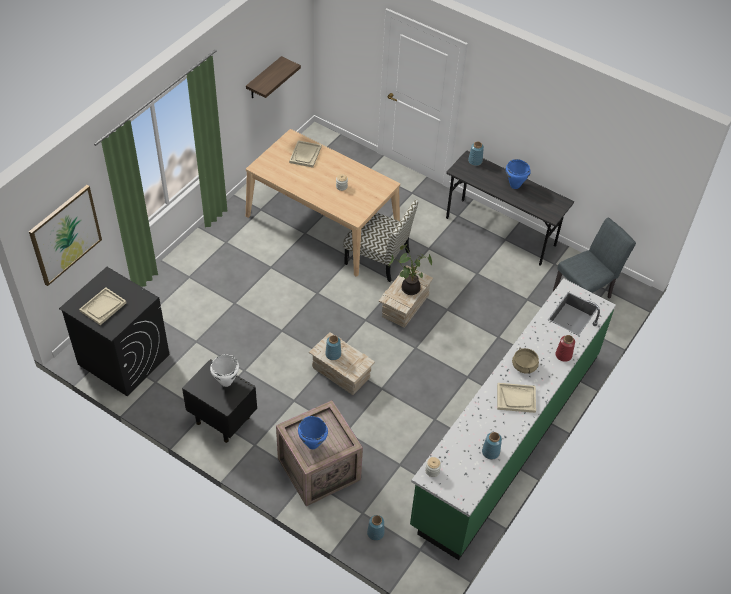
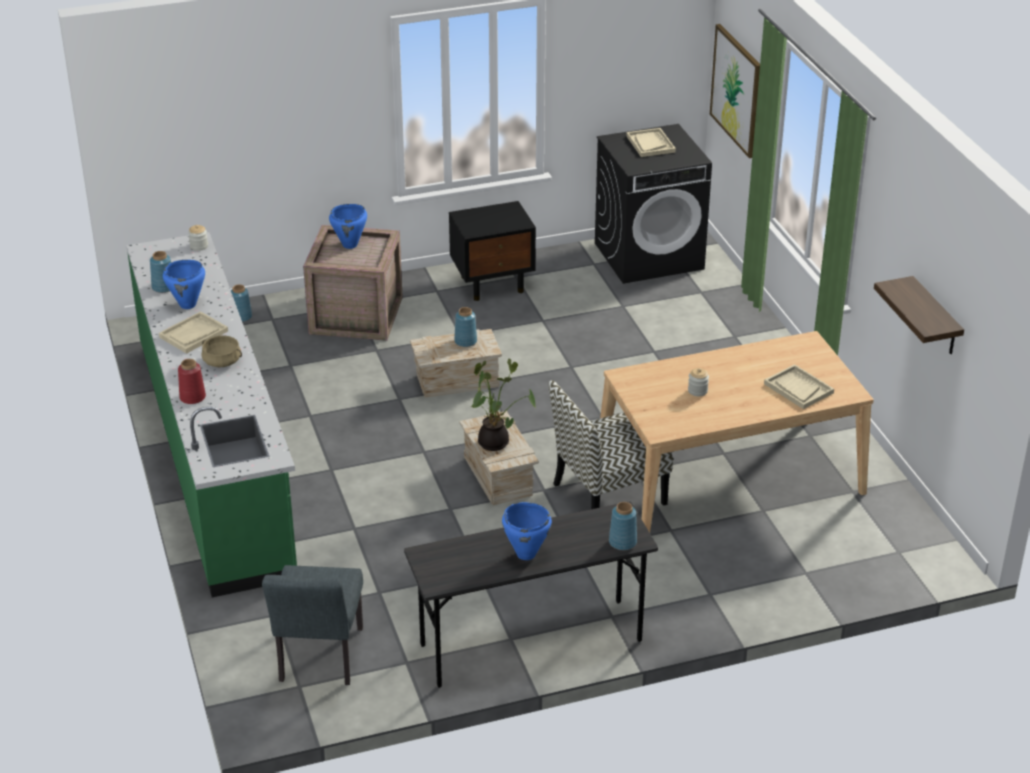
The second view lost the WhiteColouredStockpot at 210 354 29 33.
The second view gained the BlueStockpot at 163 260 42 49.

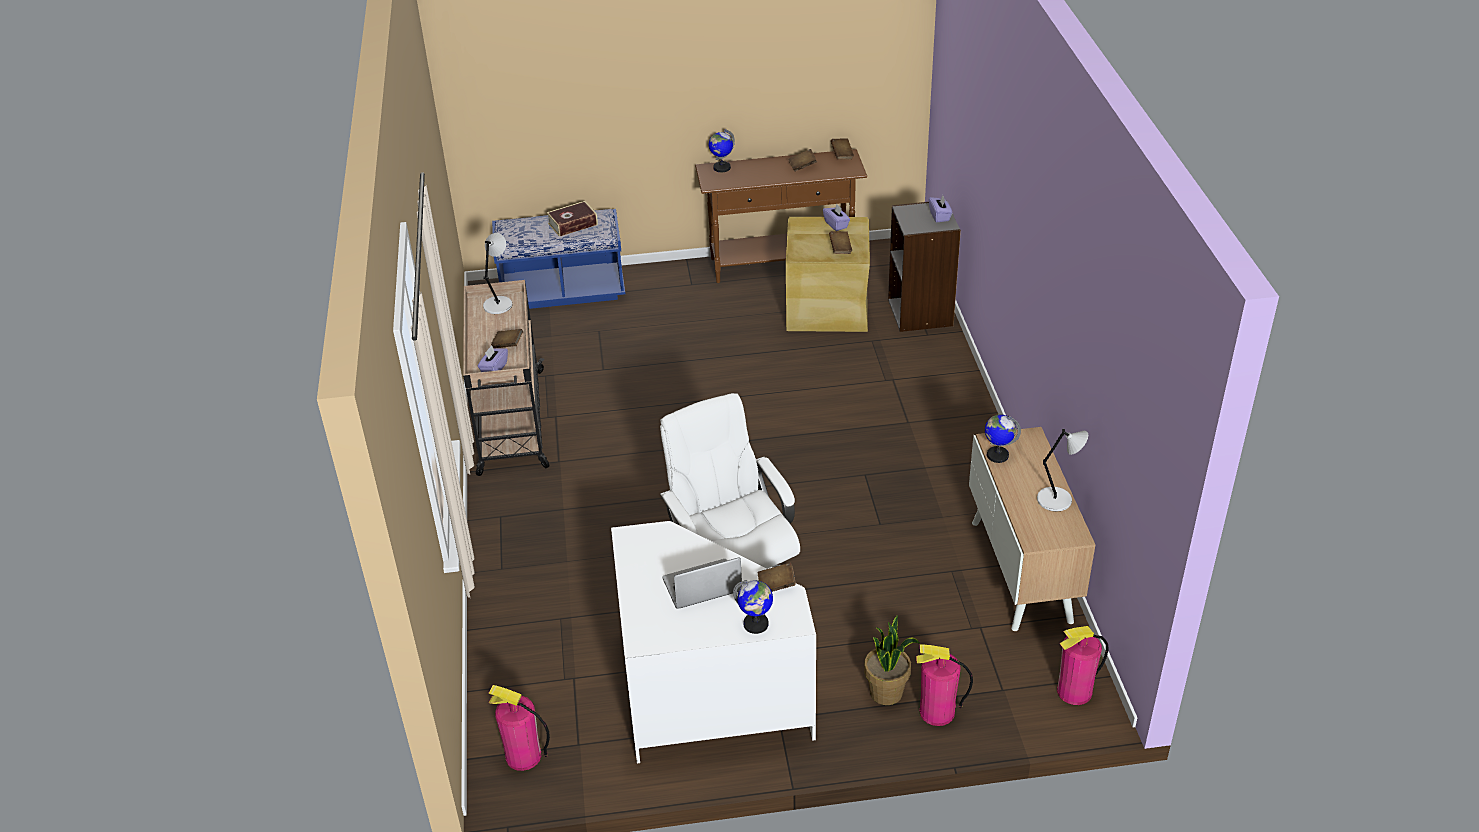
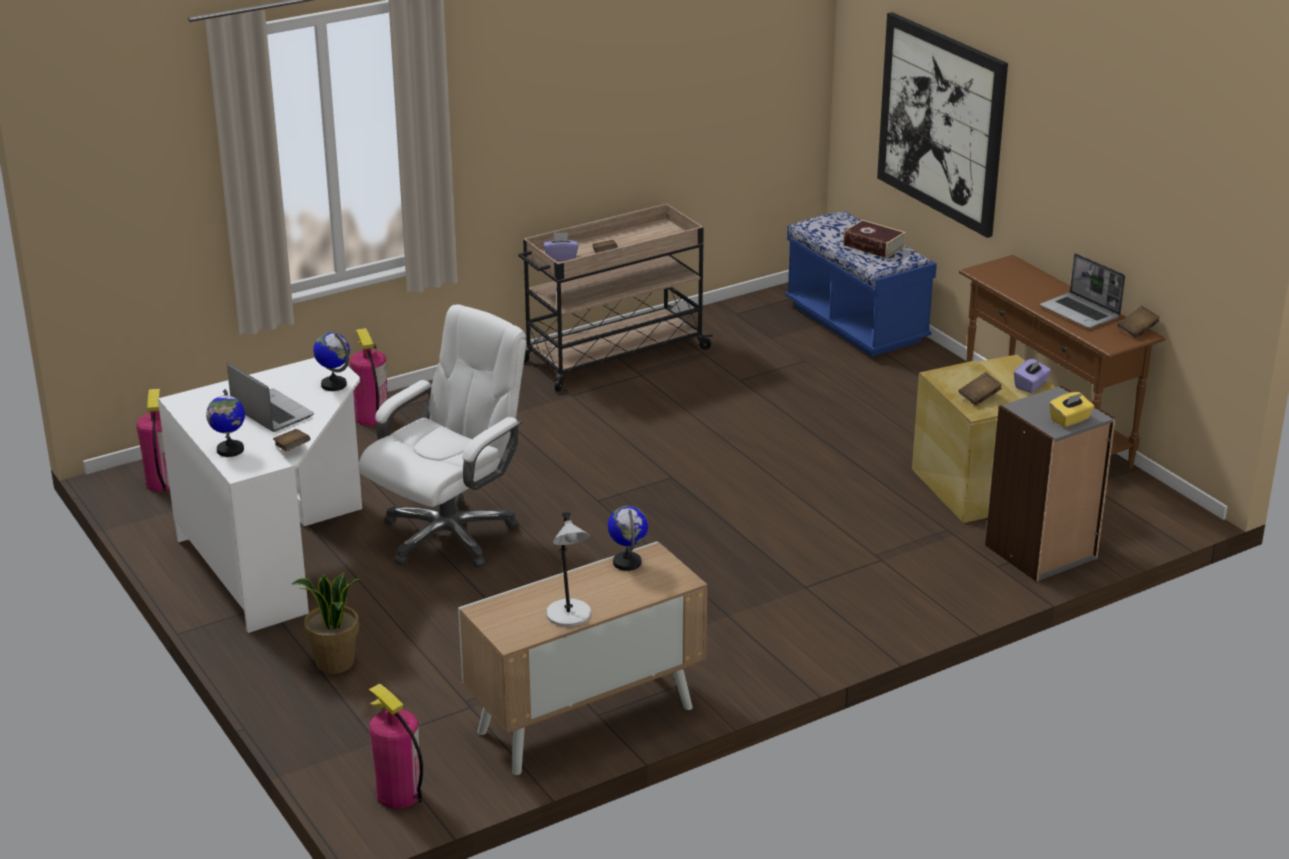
The second view lost the GreyishLampForATable at 483 233 29 81.
The WorldGlobe ended up elsewhere, having gone from 709 129 26 43 to 313 332 37 59.
Where the BrownishBook stood at 788 149 29 23, the Laptop came to stand at 1040 253 85 75.
The FireFightingCylinder ended up elsewhere, having gone from 916 645 57 81 to 349 328 39 98.
What was the PurpleTissueHolder at 929 195 23 27 turned into the YellowishTissueHolder at 1049 392 45 36.
The second view gained the WallPicture at 877 12 131 226.

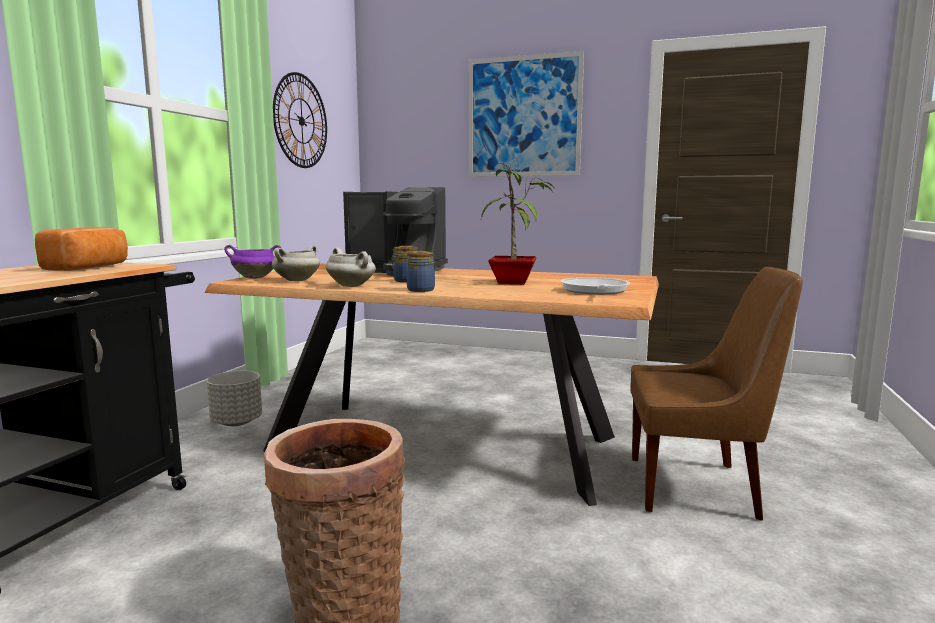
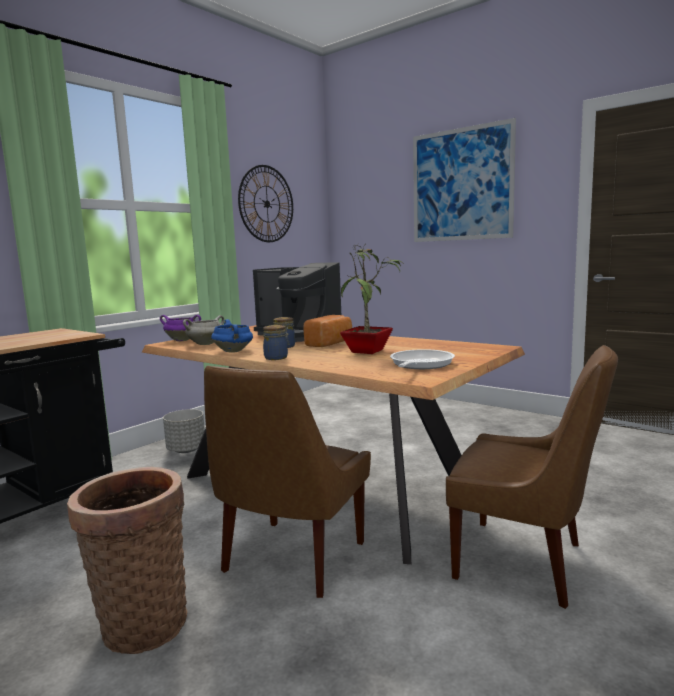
The Bread ended up elsewhere, having gone from 35 227 93 44 to 304 315 48 32.
What was the WhiteColouredStockpot at 326 248 50 39 turned into the BlueStockpot at 211 319 42 34.
The second view gained the BrownishChair at 204 366 167 232.

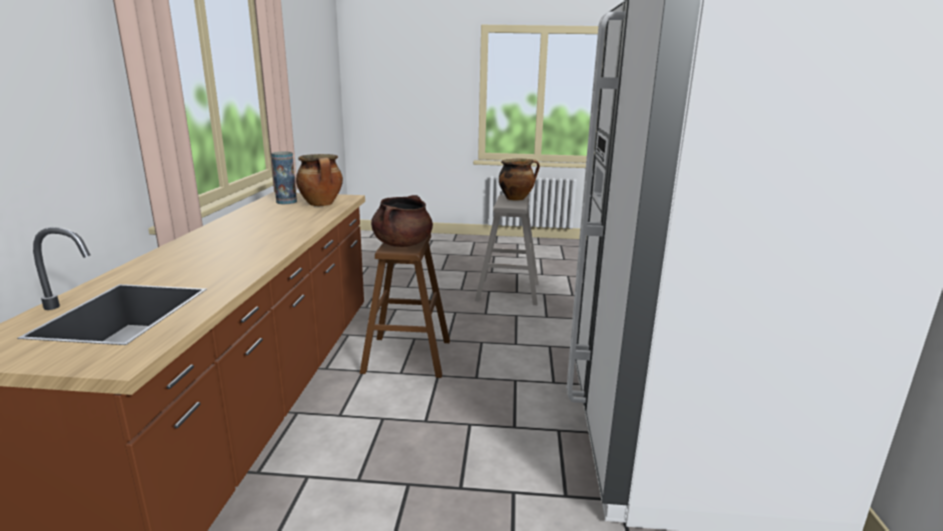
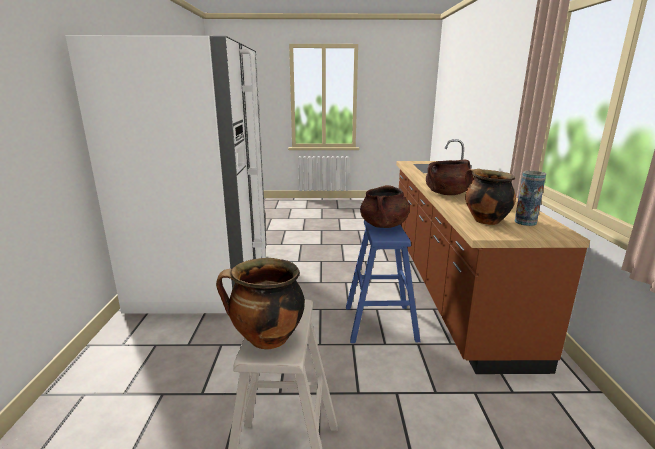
What was the BrownishStoolSeat at 360 233 90 145 turned into the BlueStoolSeat at 346 220 74 123.
The second view gained the BrownishStockpot at 426 160 47 35.

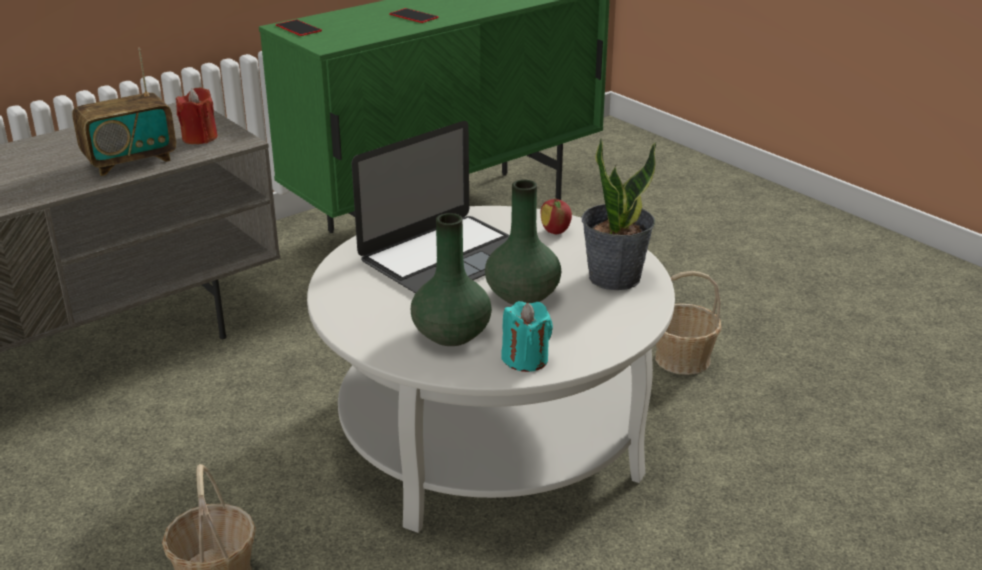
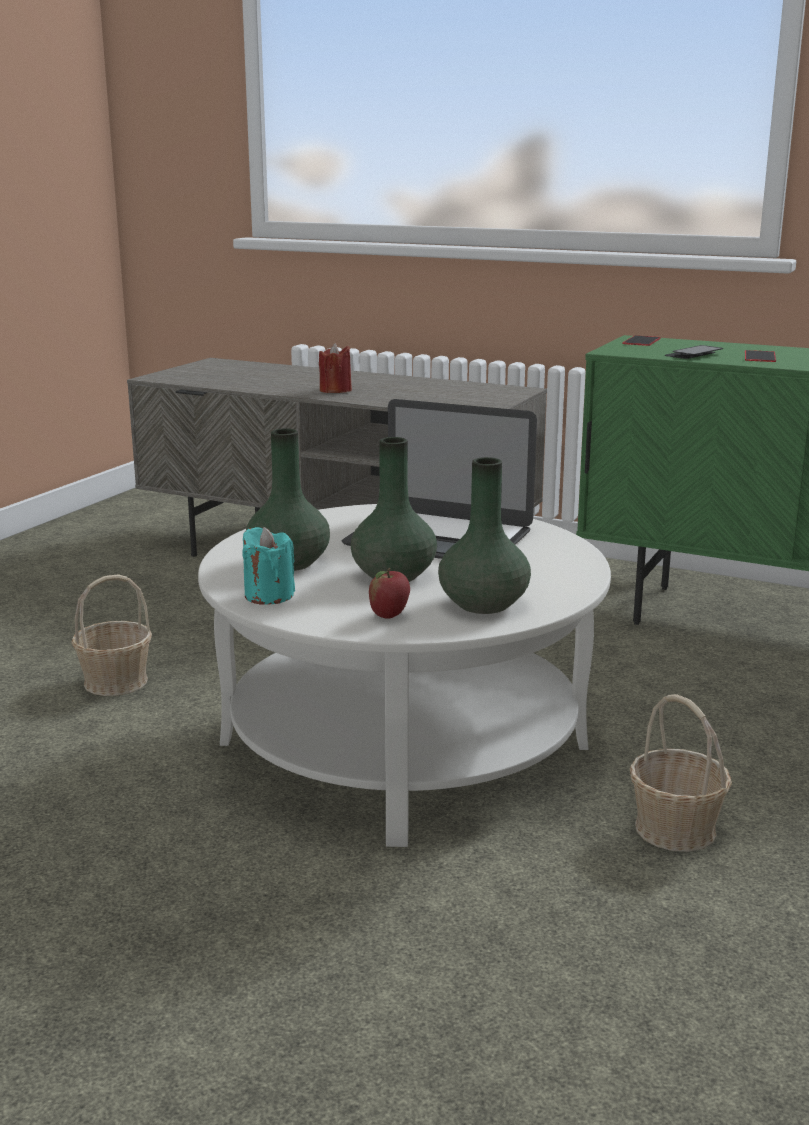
The second view lost the RadioSet at 72 48 104 128.
The RedWaxLight ended up elsewhere, having gone from 176 87 42 57 to 319 343 33 50.
The AppleFruit ended up elsewhere, having gone from 541 198 31 36 to 369 568 41 51.
Where the Houseplant stood at 582 138 74 152, the GreenColouredDecorativeVase came to stand at 438 457 93 157.
The second view gained the Handset at 665 345 58 14.

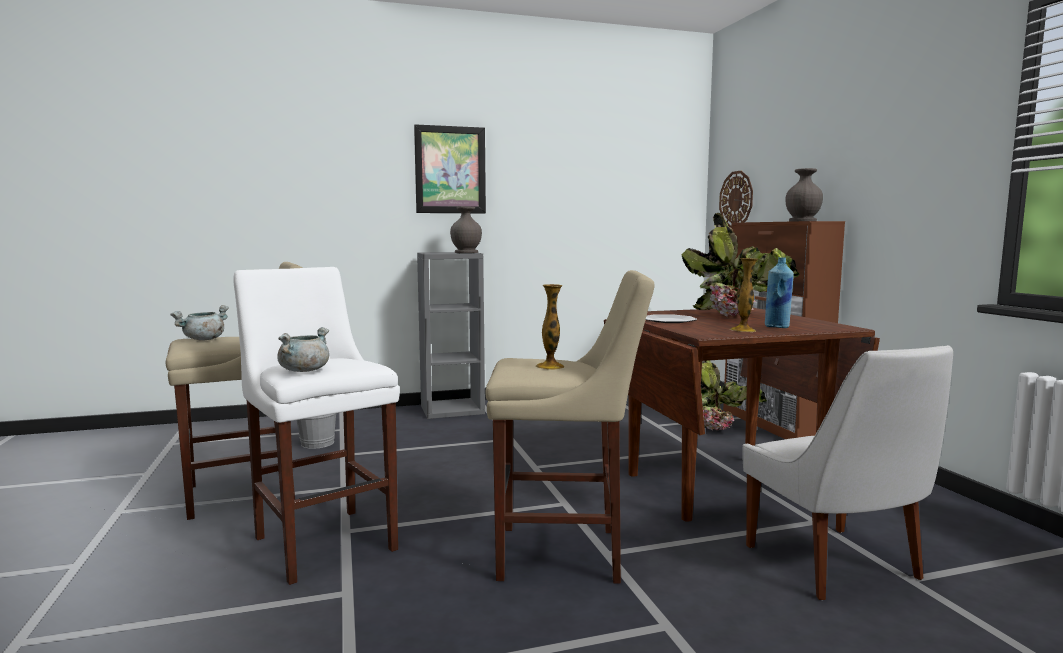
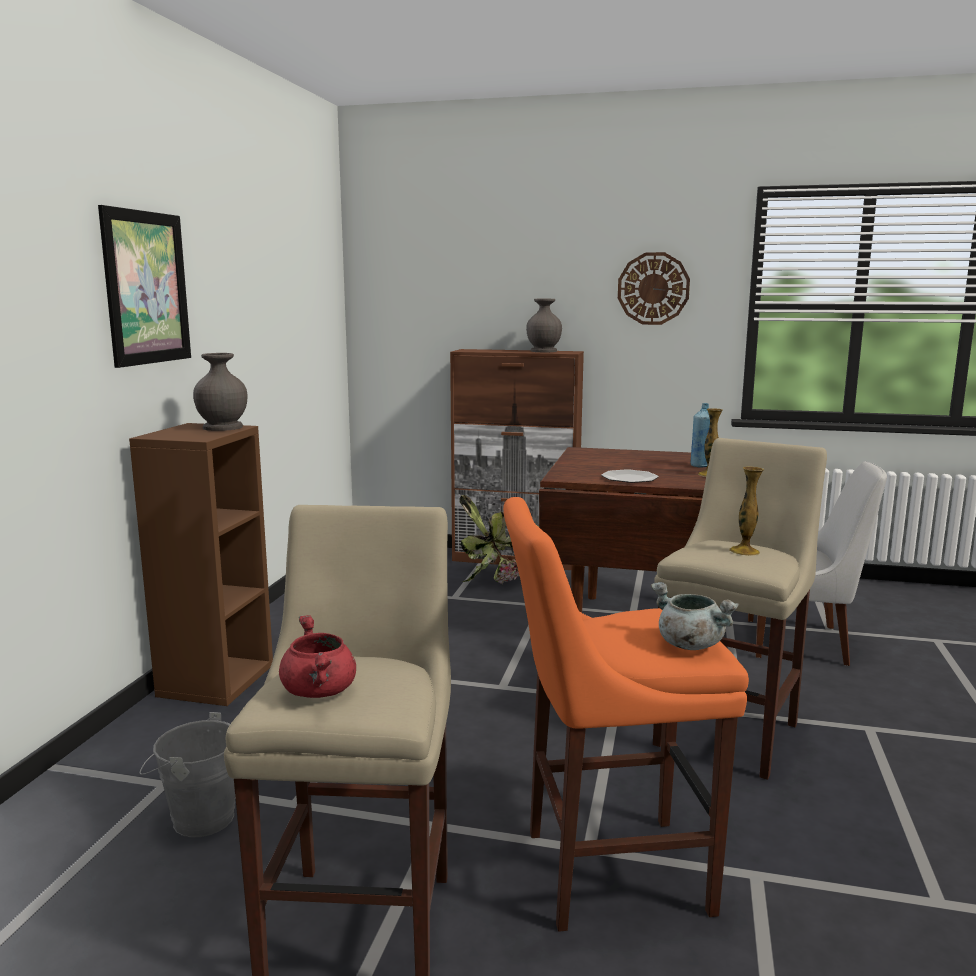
What was the GreyishStockpot at 170 305 59 36 turned into the RedStockpot at 279 615 77 83.
What was the WhiteColouredStoolSeat at 233 267 167 318 turned into the OrangeColouredStoolSeat at 503 497 246 435.
What was the GreyishBookshelf at 417 252 68 167 turned into the BrownishBookshelf at 129 423 144 283.
The second view lost the Houseplant at 682 213 118 104.
The ClockOnTheWall ended up elsewhere, having gone from 719 171 34 57 to 618 252 72 73.

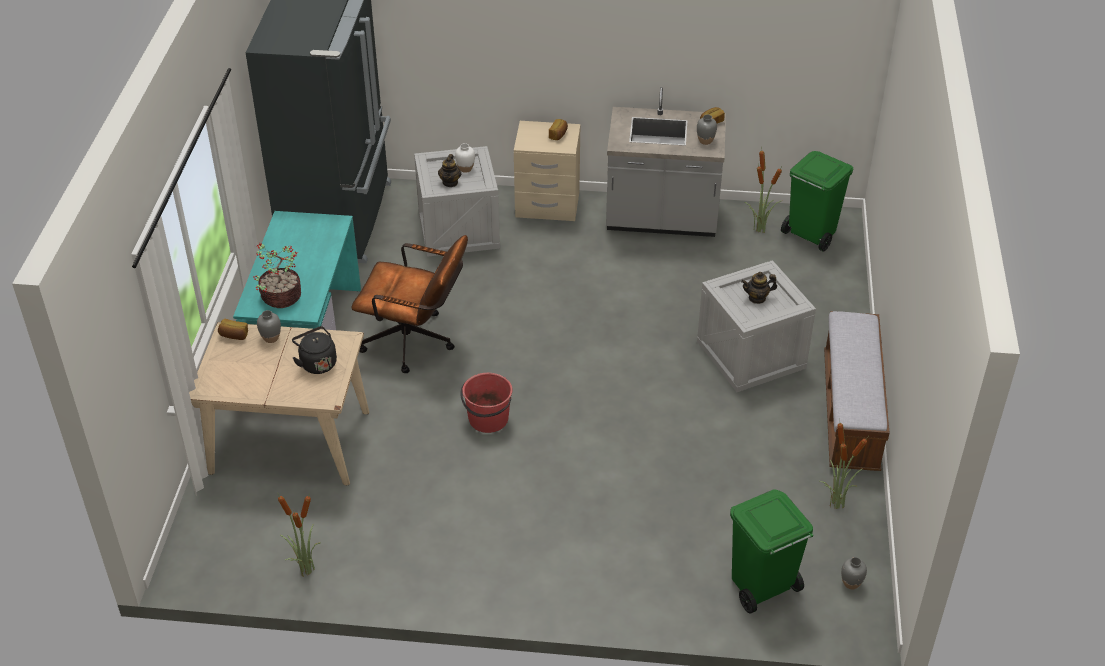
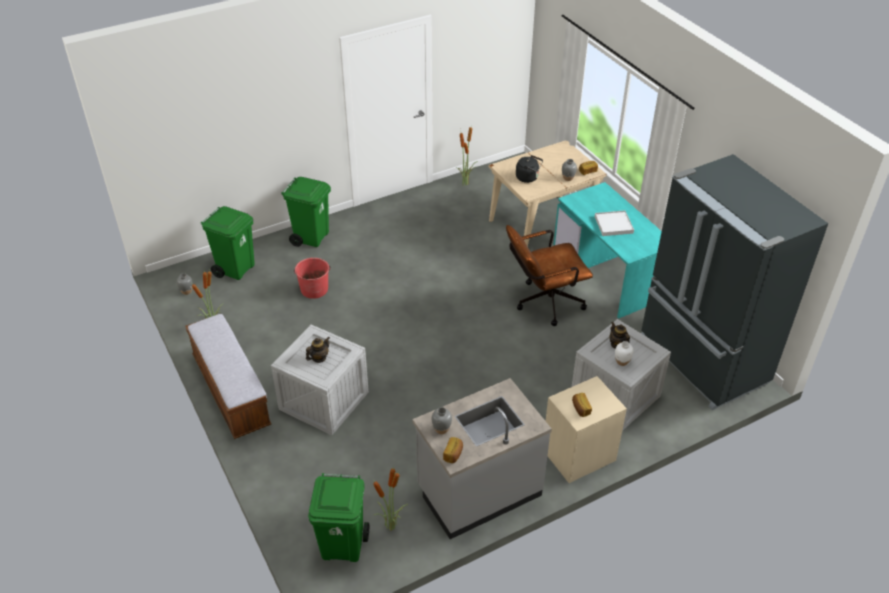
The second view lost the Houseplant at 253 243 48 65.
The RedBucket ended up elsewhere, having gone from 461 373 52 60 to 294 258 37 41.
The second view gained the GreenColouredWasteBin at 281 177 50 70.
The second view gained the WhiteColouredCarryingTray at 595 210 39 26.

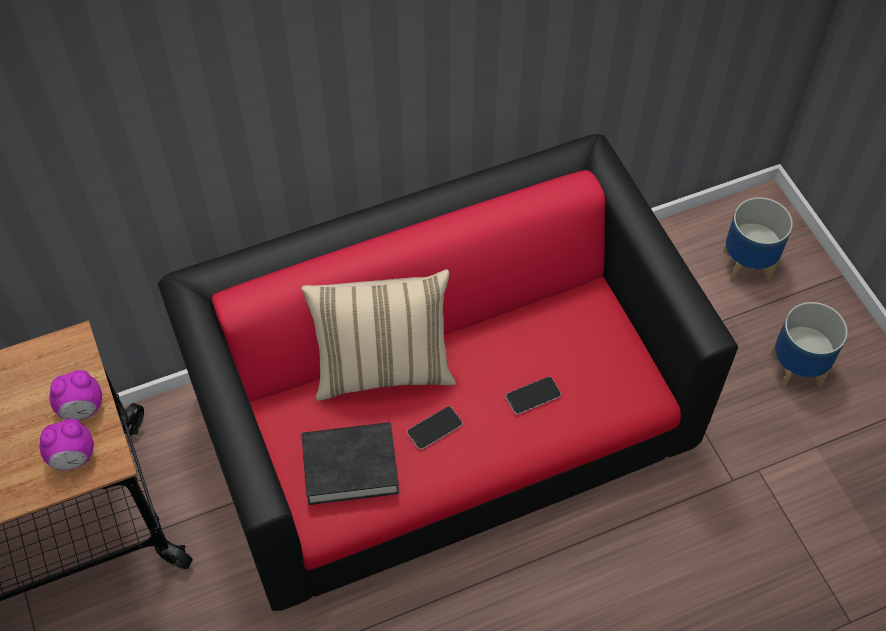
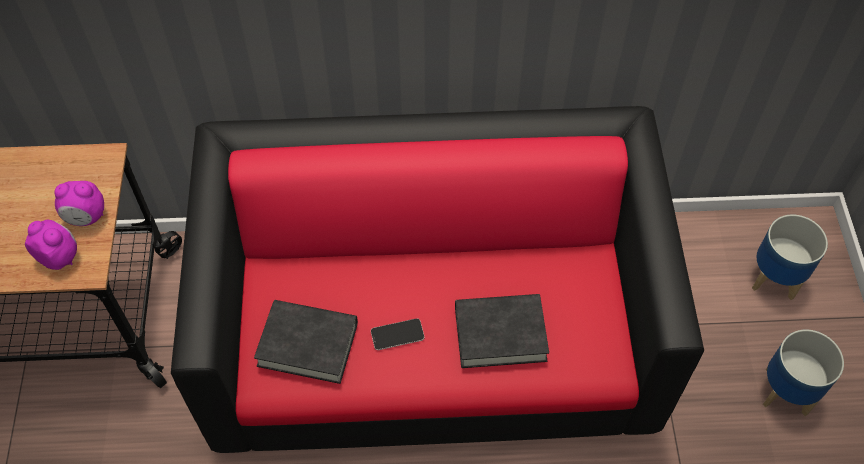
The TableClock at 40 419 54 51 ended up facing another way, 150 degrees counterclockwise from before.
The second view lost the BeigeCushion at 301 269 155 132.
Where the Handset stood at 506 377 55 37, the BlackBook came to stand at 455 294 94 74.

